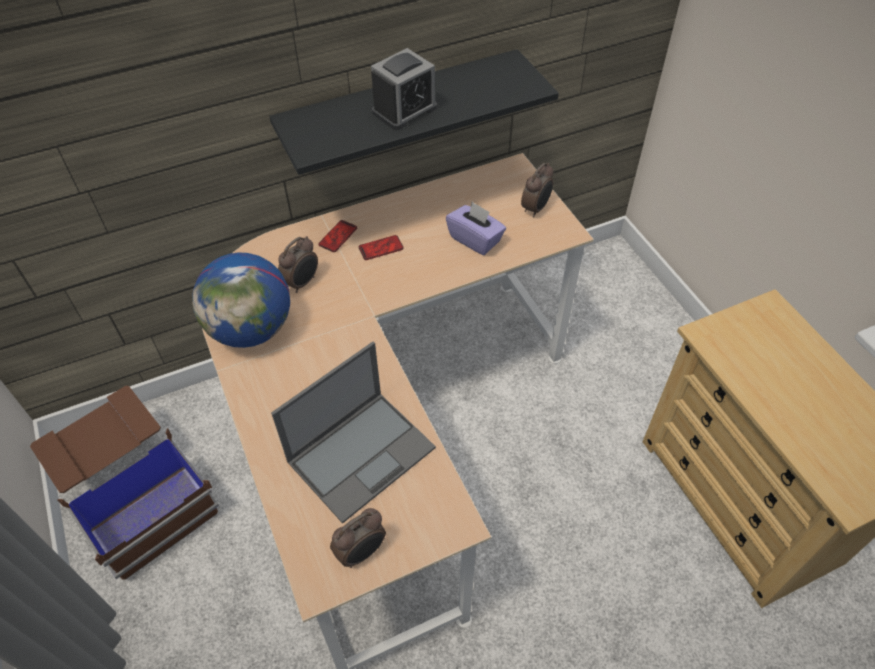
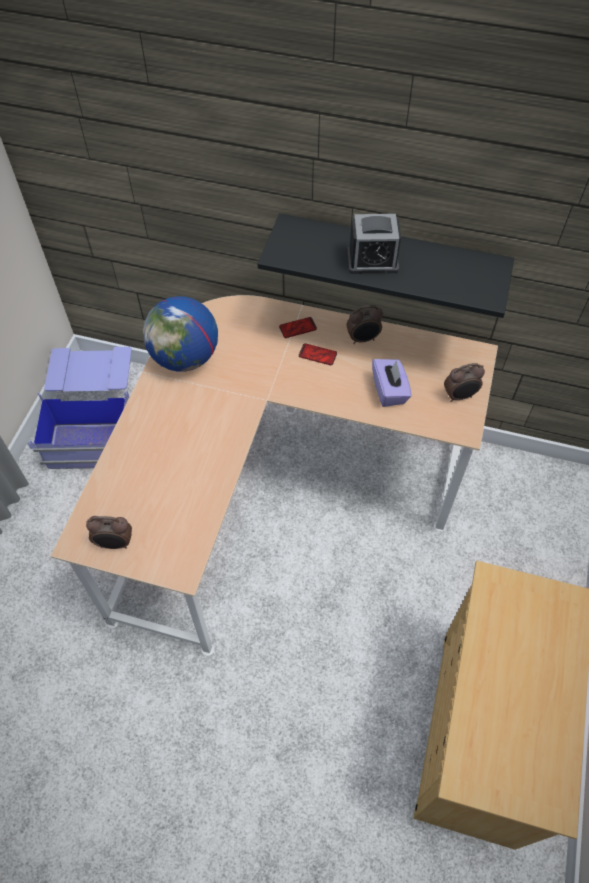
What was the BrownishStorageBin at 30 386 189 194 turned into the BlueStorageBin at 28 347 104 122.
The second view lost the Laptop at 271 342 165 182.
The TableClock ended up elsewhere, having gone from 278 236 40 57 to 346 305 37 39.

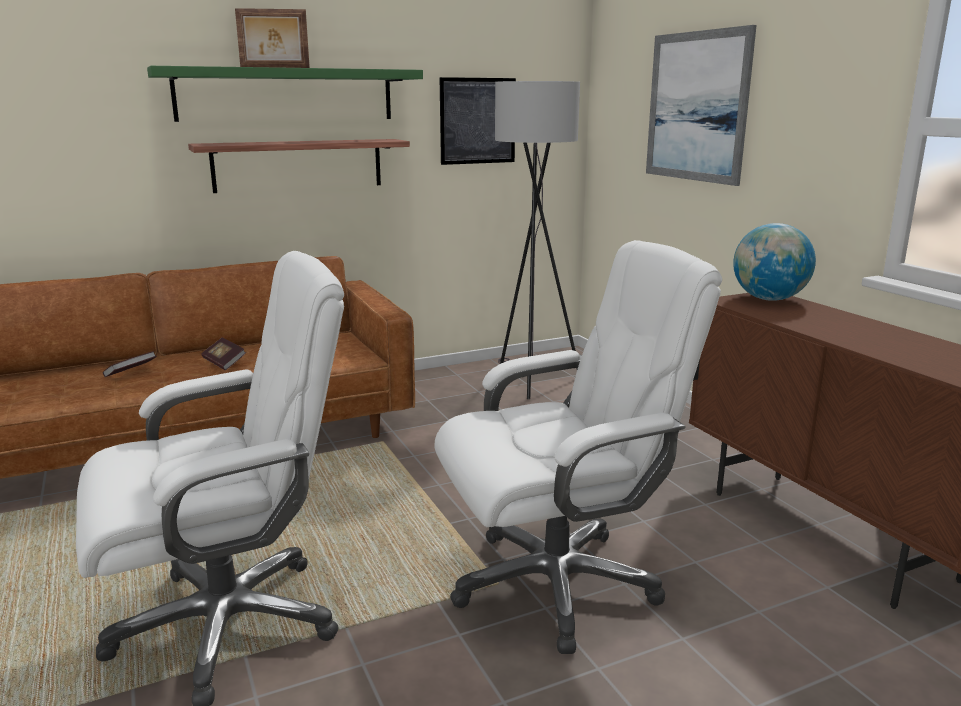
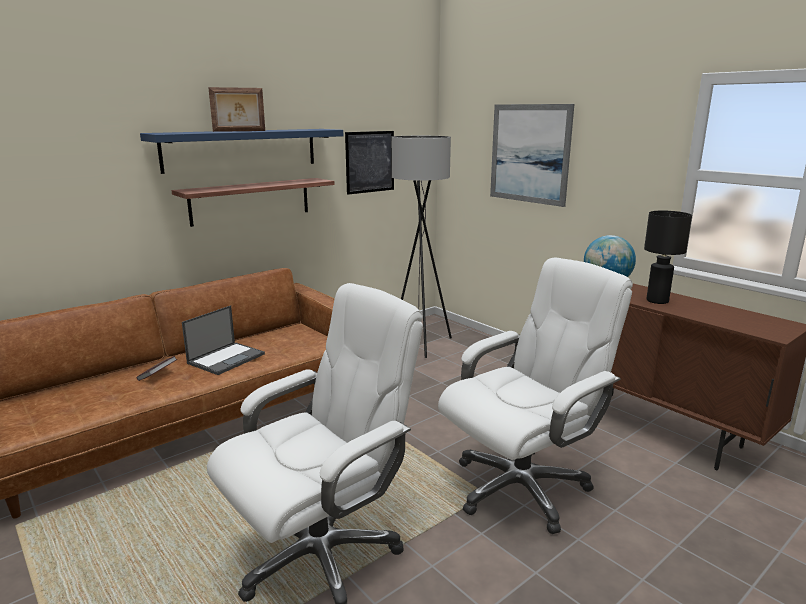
What was the GreenColouredBracketShelf at 147 66 276 56 turned into the BlueBracketShelf at 140 129 203 45.
Where the Book stood at 201 337 45 33, the Laptop came to stand at 182 305 83 70.
The second view gained the BlackLampForATable at 644 211 48 93.

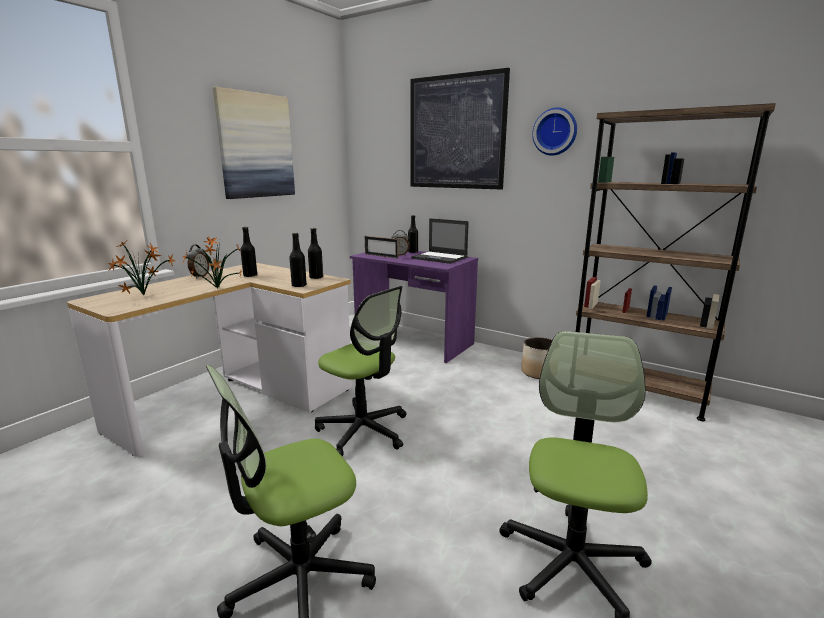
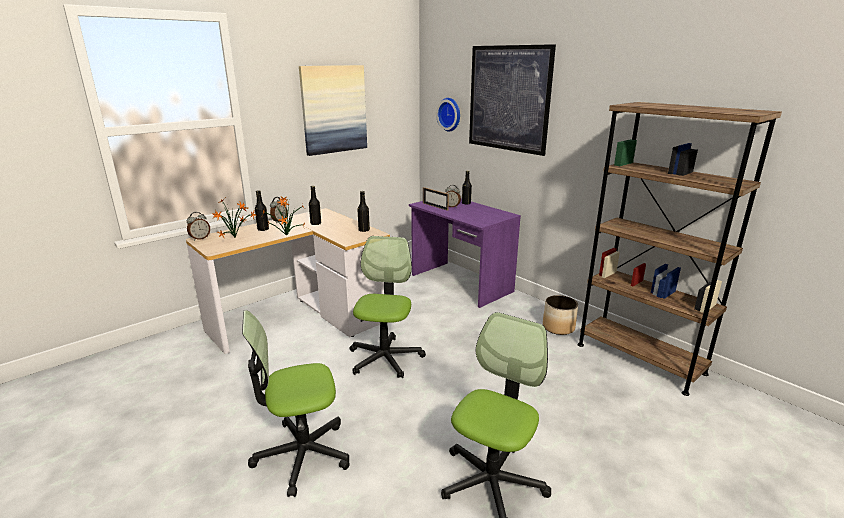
The BlackBeverageBottle ended up elsewhere, having gone from 289 233 18 54 to 255 190 14 41.
The OfficeChair at 315 286 92 171 ended up facing another way, 135 degrees counterclockwise from before.
The second view lost the Laptop at 411 218 58 46.
The ClockOnTheWall ended up elsewhere, having gone from 532 107 45 49 to 436 98 24 33.
The second view gained the TableClock at 187 212 23 29.

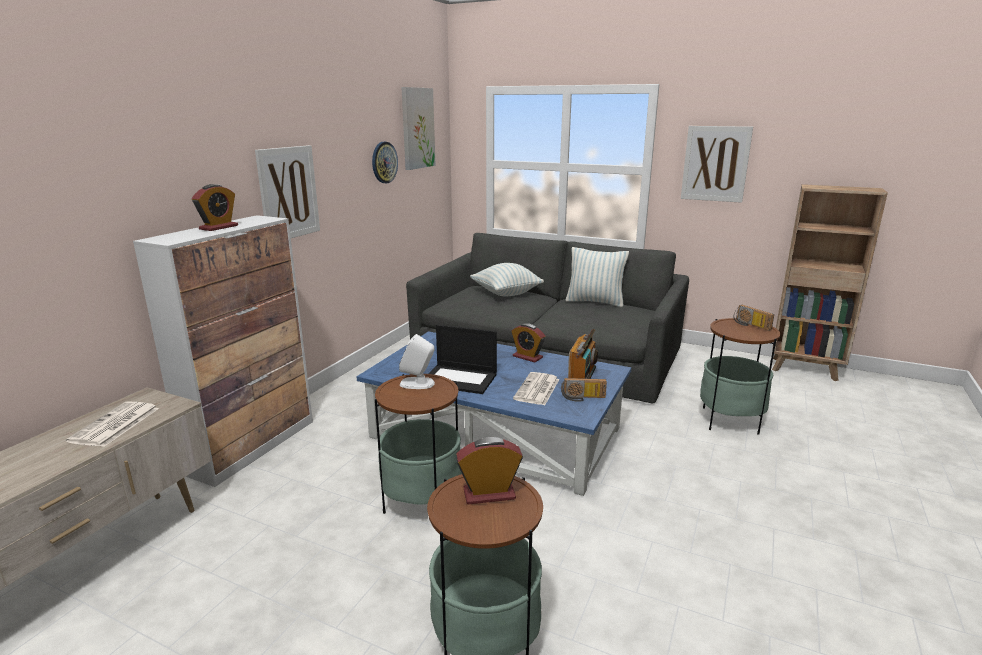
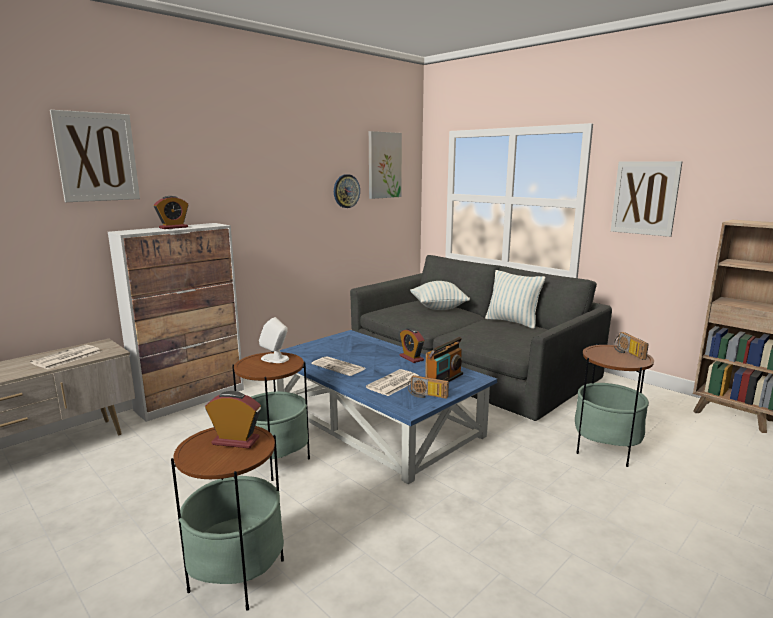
The WallPicture ended up elsewhere, having gone from 255 145 65 93 to 50 110 90 92.
Where the Laptop stood at 429 324 68 70, the PrintedPaper came to stand at 312 356 53 20.

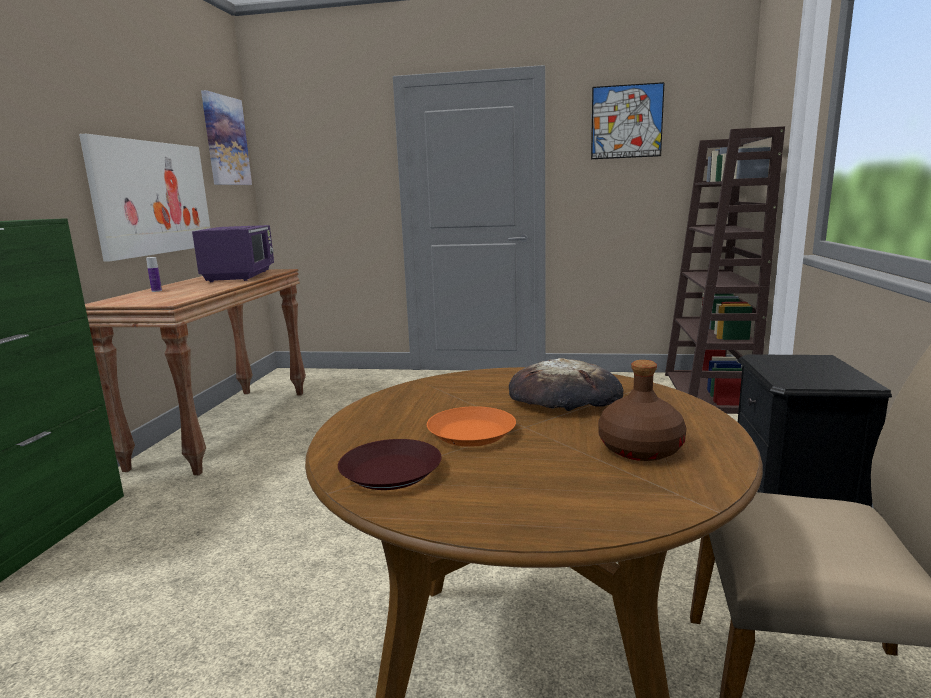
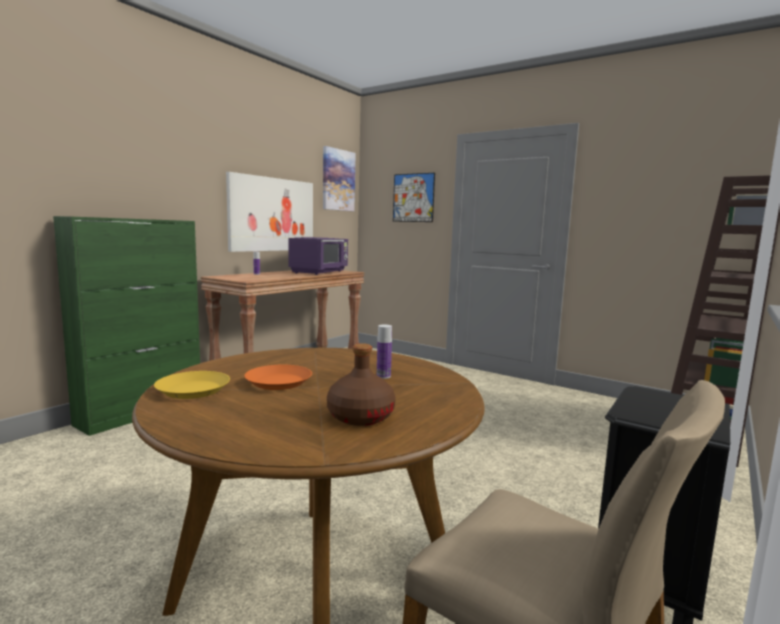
What was the BrownishDinnerPlate at 338 439 104 51 turned into the YellowishDinnerPlate at 154 371 76 28.
Where the Bread stood at 509 358 114 53, the BeverageBottle came to stand at 377 325 15 54.
The WallPicture ended up elsewhere, having gone from 591 82 74 77 to 393 173 42 49.

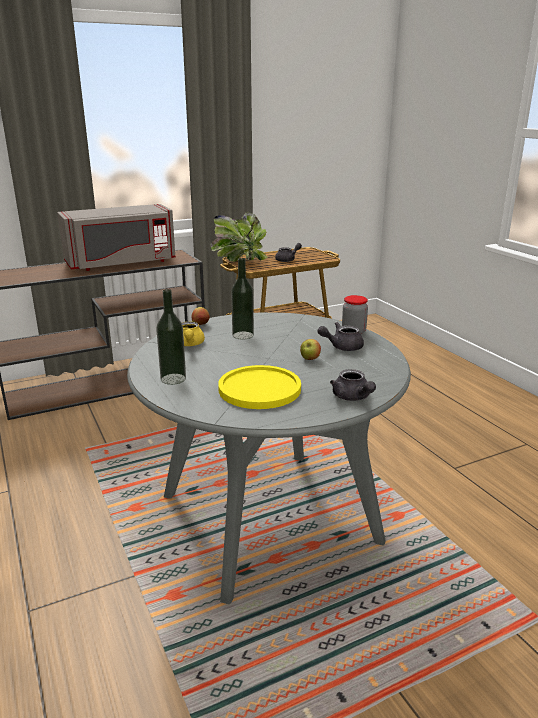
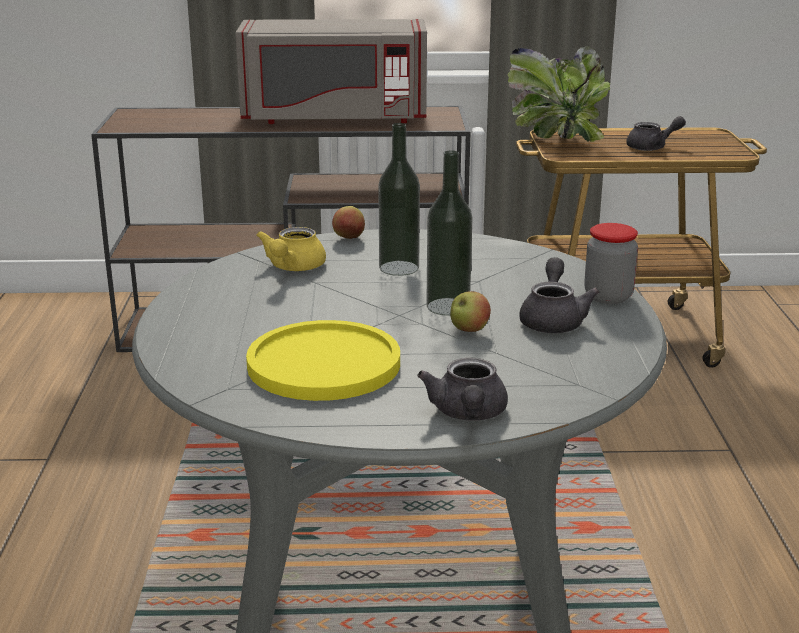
The BeverageBottle ended up elsewhere, having gone from 156 289 30 96 to 426 150 46 166.
The GreyishPotForTea at 318 322 46 29 ended up facing another way, 90 degrees clockwise from before.

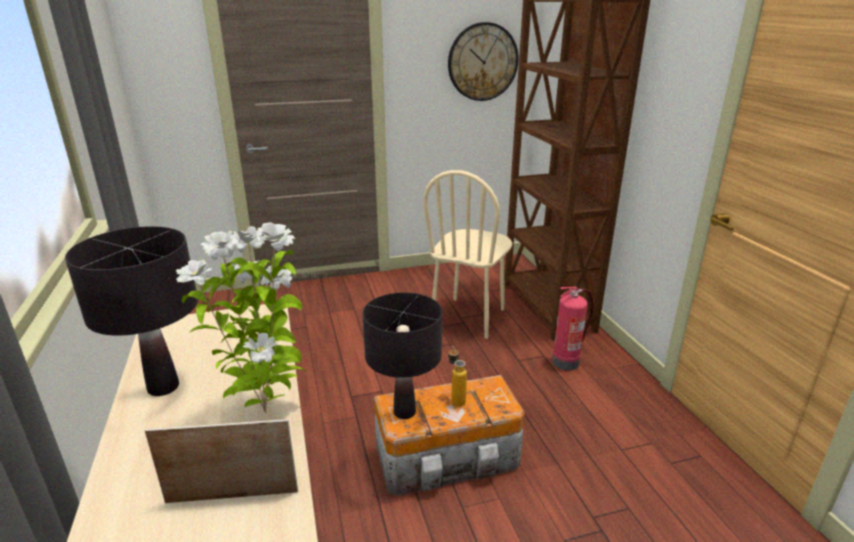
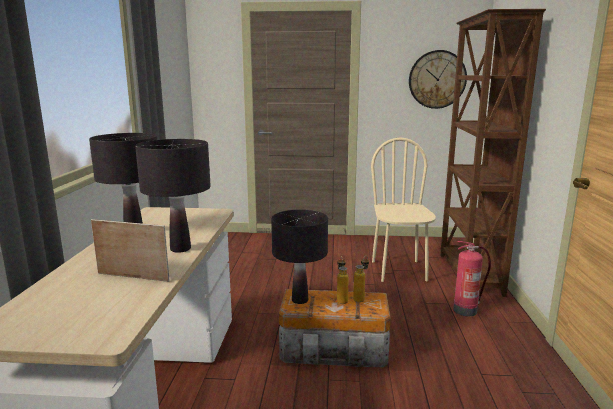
Where the Houseplant stood at 176 222 130 191, the BlackLampForATable came to stand at 135 139 76 114.
The BeigeChair at 423 170 90 169 ended up facing another way, 135 degrees clockwise from before.
The second view gained the BeverageBottle at 353 256 16 46.

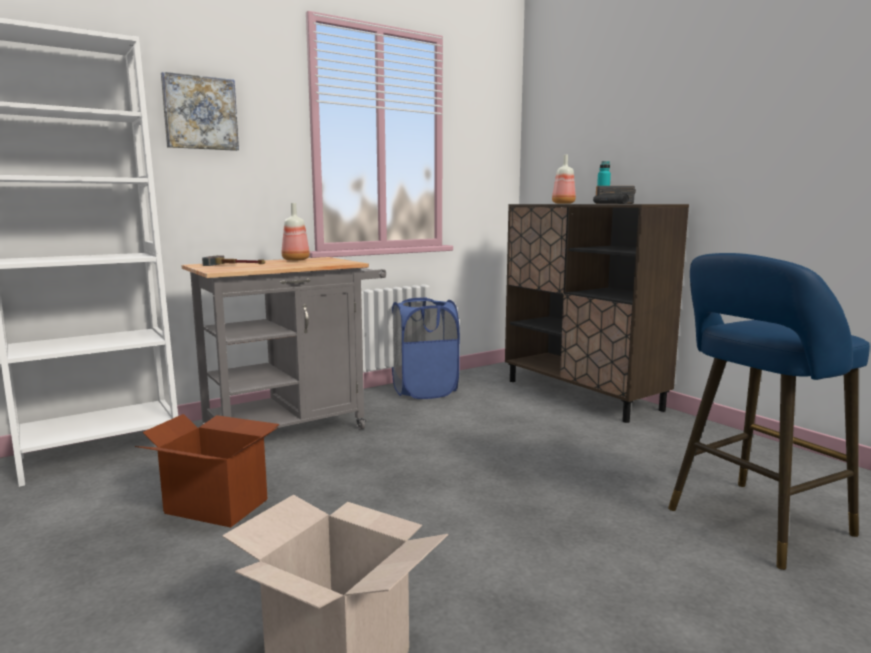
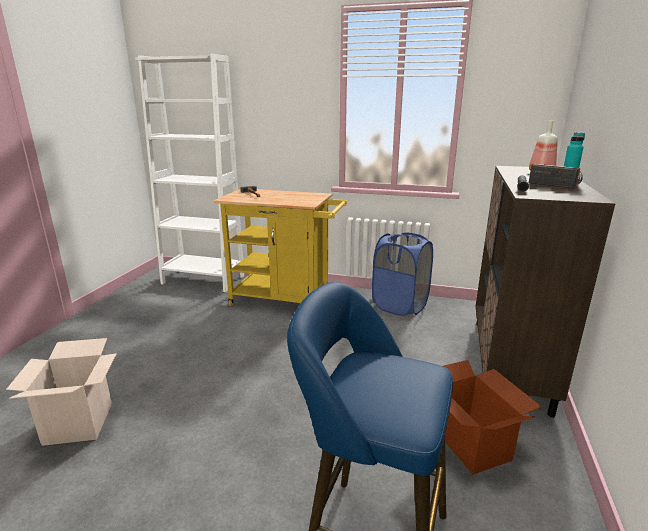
The Carton ended up elsewhere, having gone from 135 414 144 114 to 443 360 99 114.
The second view lost the WallPicture at 161 72 78 79.
What was the GreyishCart at 181 257 205 173 turned into the YellowishCart at 213 189 134 117.
The second view lost the BeverageBottle at 282 203 28 58.

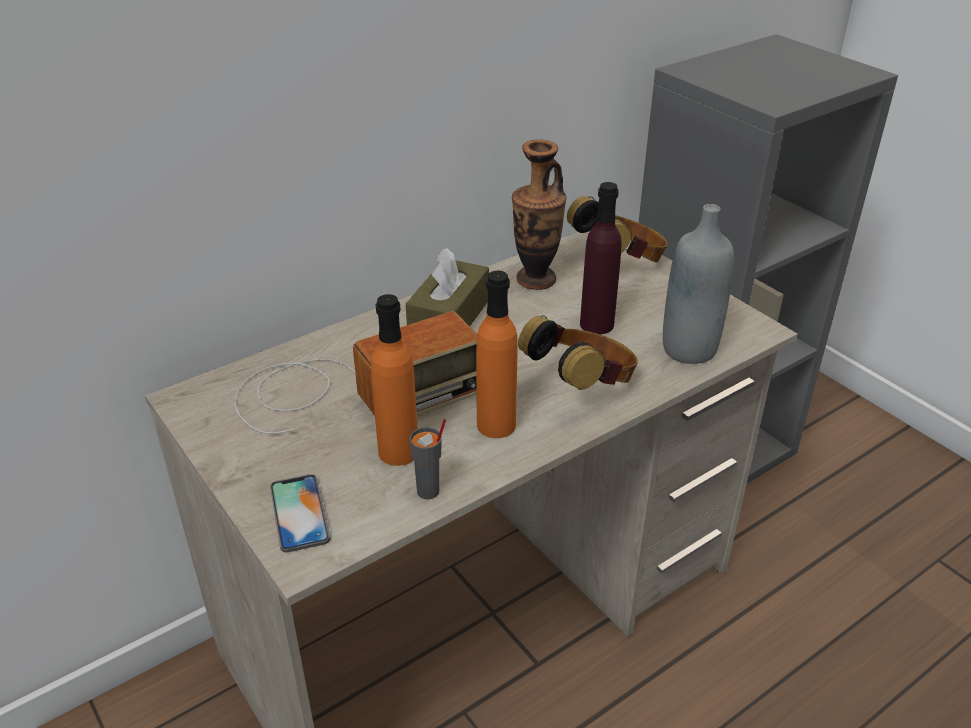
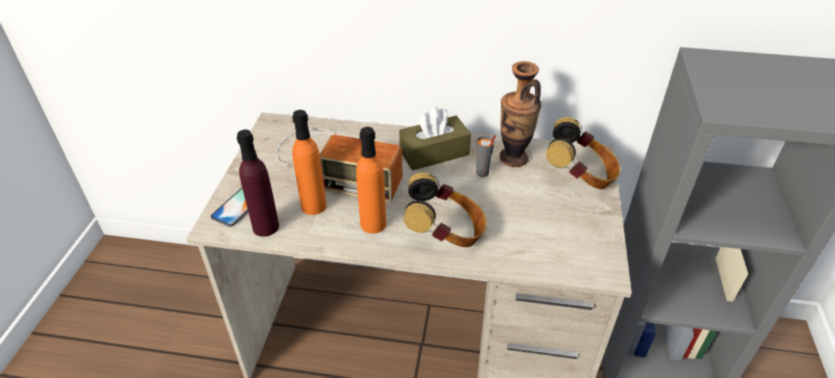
The GreyishSmallCup ended up elsewhere, having gone from 409 419 37 80 to 476 135 19 42.
The PurpleBeverageBottle ended up elsewhere, having gone from 580 182 42 152 to 237 130 42 107.
The second view lost the GreyishBeverageBottle at 663 204 71 160.

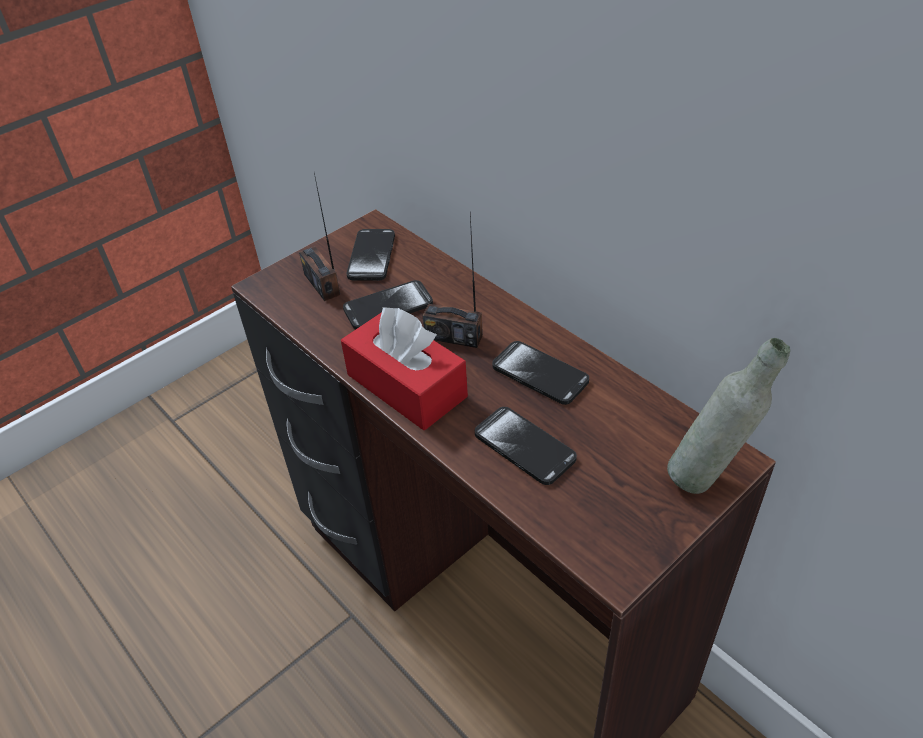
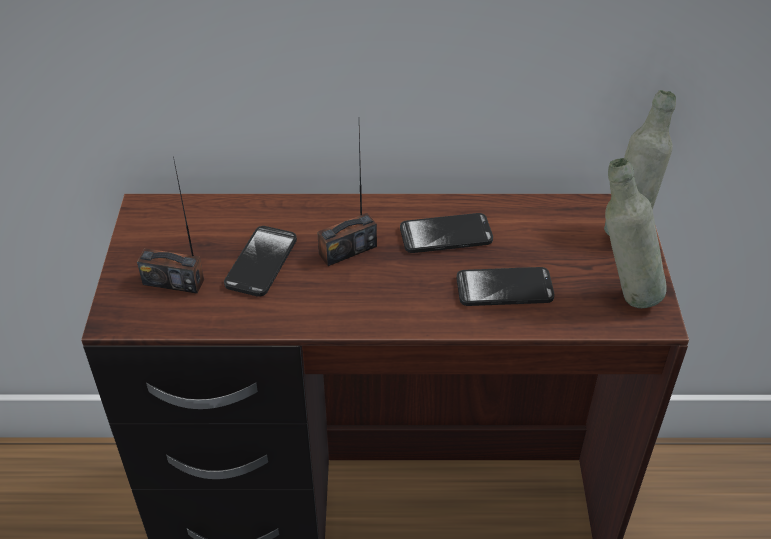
The second view lost the RedTissueHolder at 341 307 127 123.
The second view lost the Handset at 346 229 49 52.
The second view gained the GreyishBeverageBottle at 605 158 62 150.

